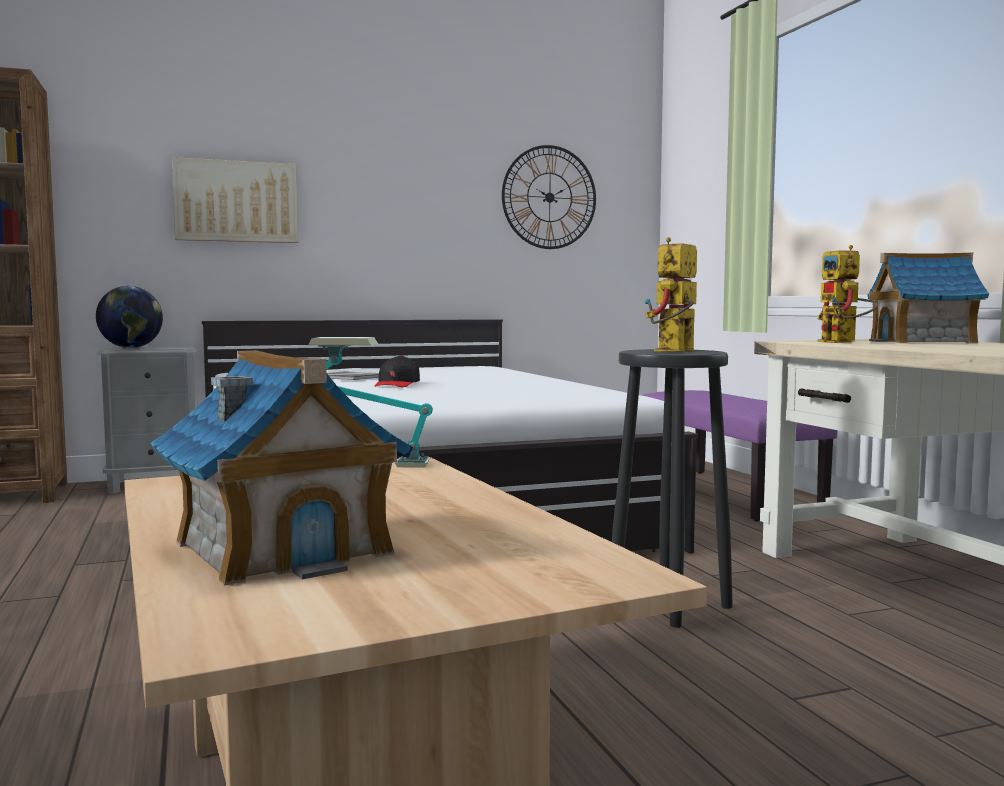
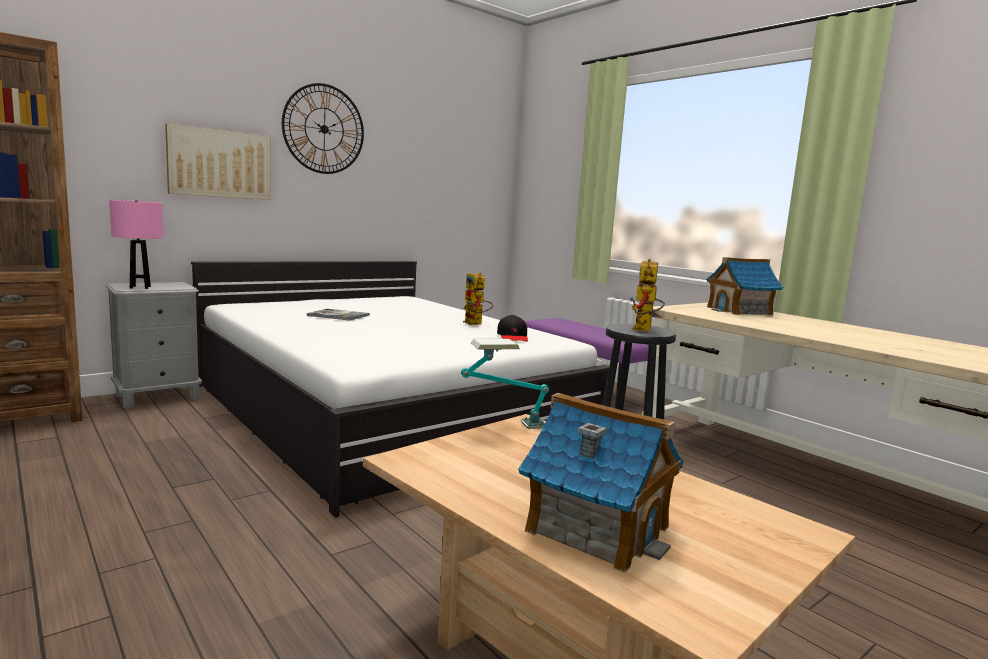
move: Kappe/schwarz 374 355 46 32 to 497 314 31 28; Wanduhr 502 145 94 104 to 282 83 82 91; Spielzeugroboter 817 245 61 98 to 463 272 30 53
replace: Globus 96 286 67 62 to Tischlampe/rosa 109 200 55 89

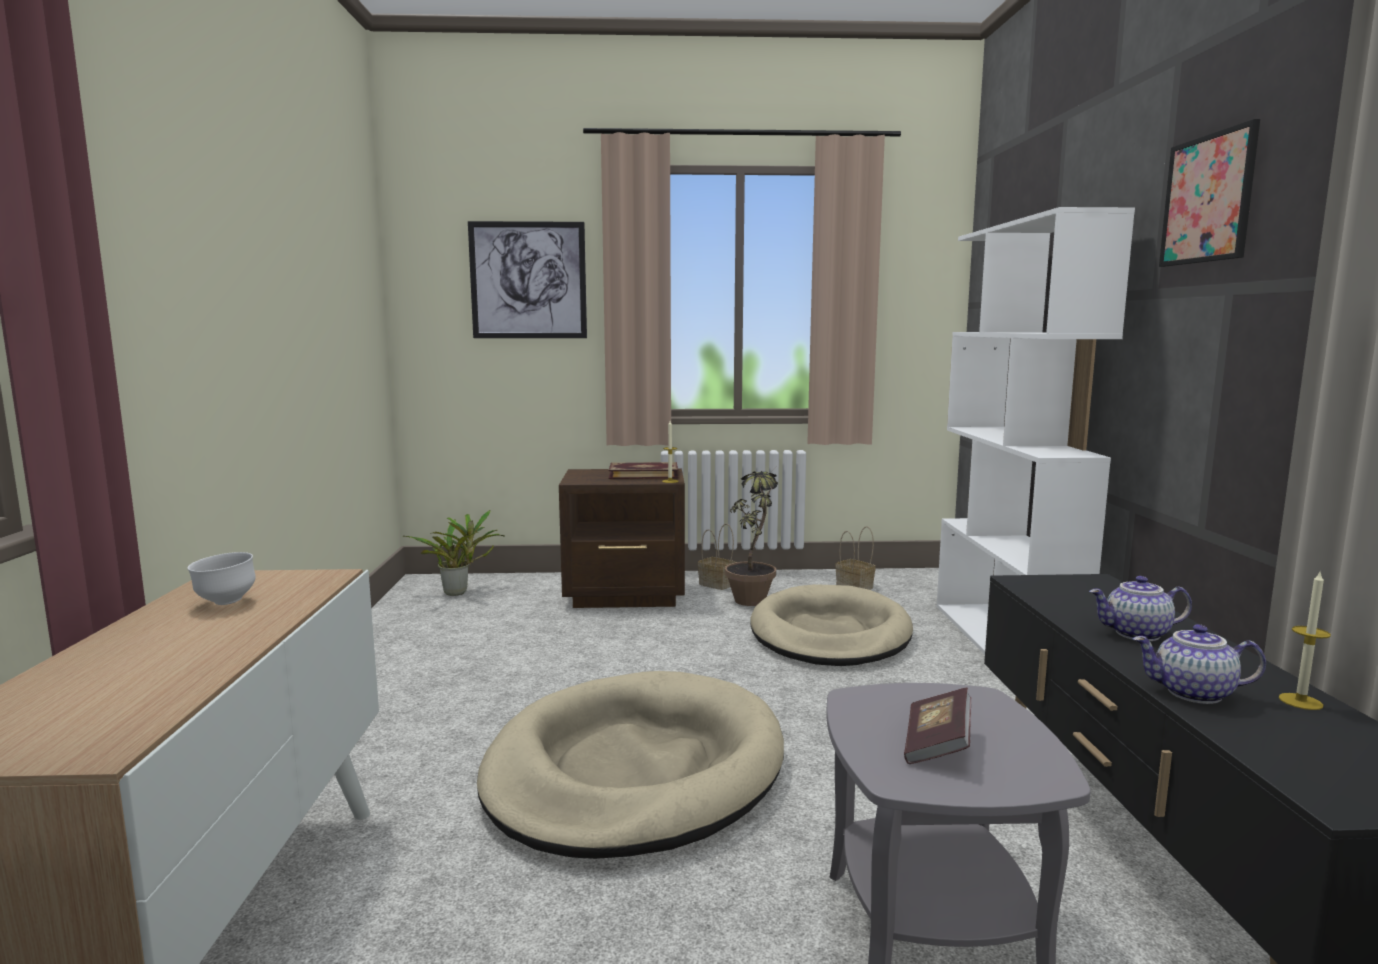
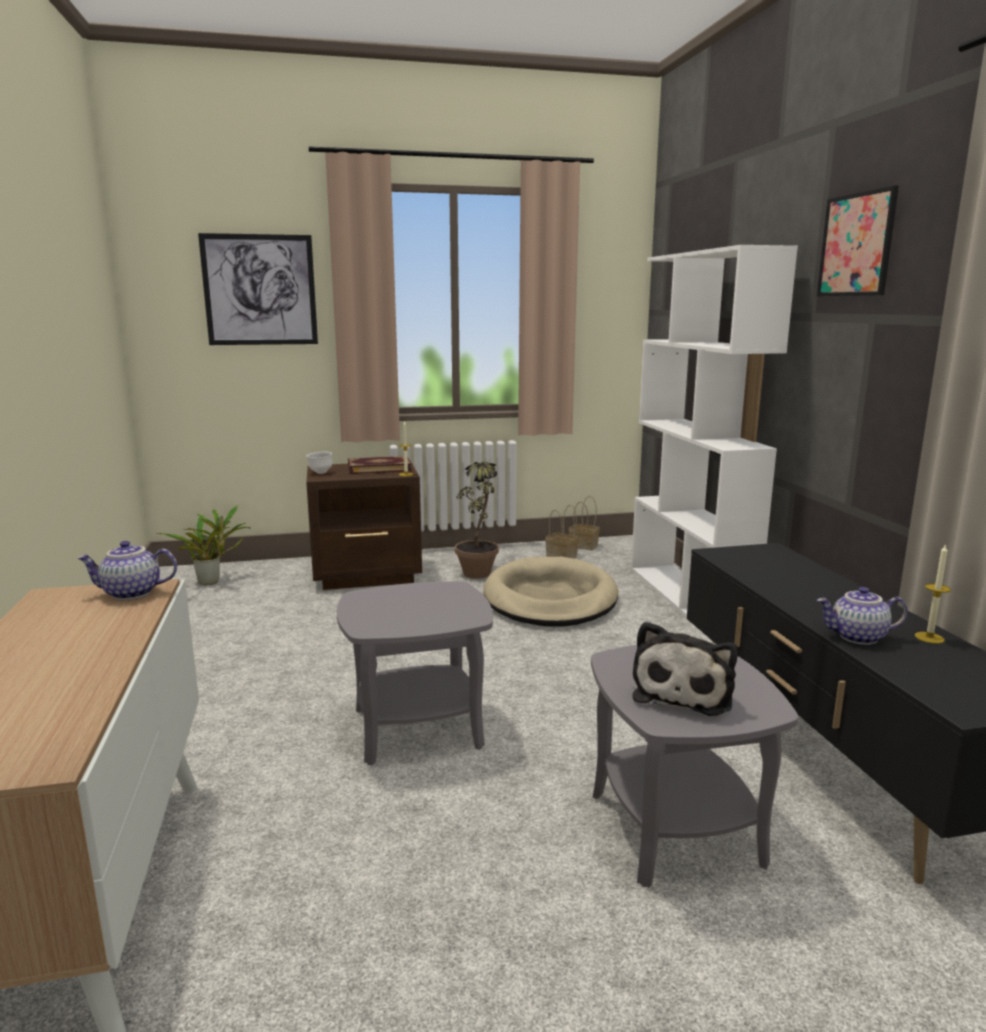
move: Schüssel/weiß 187 552 69 53 to 307 451 26 23; Korb 698 524 38 66 to 569 496 31 54; Teekanne 1089 576 103 65 to 77 541 100 59
replace: Hundebett/beige 477 671 307 188 to Beistelltisch/grau 337 581 156 184; Buch 904 688 67 76 to Plüschtier 633 621 105 95

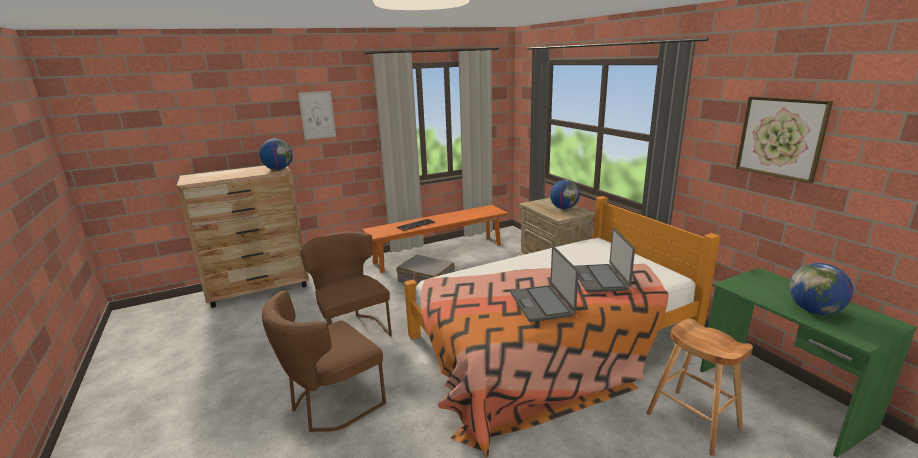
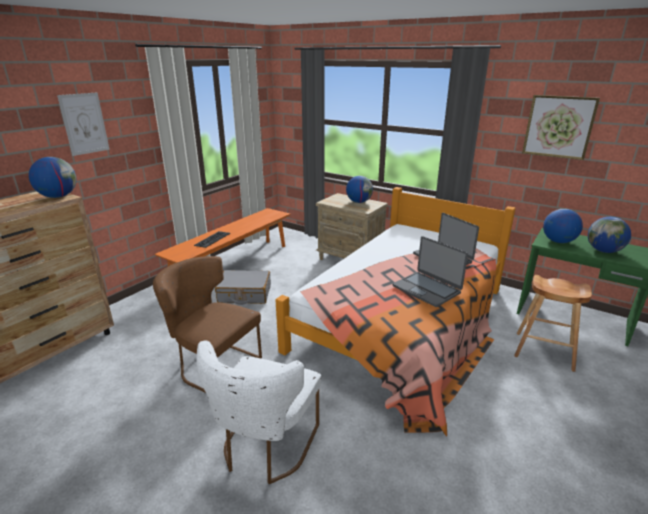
insert: Globus 543 209 40 34
recolor: Stuhl/braun 262 291 124 141 to Stuhl/weiß 196 341 125 143

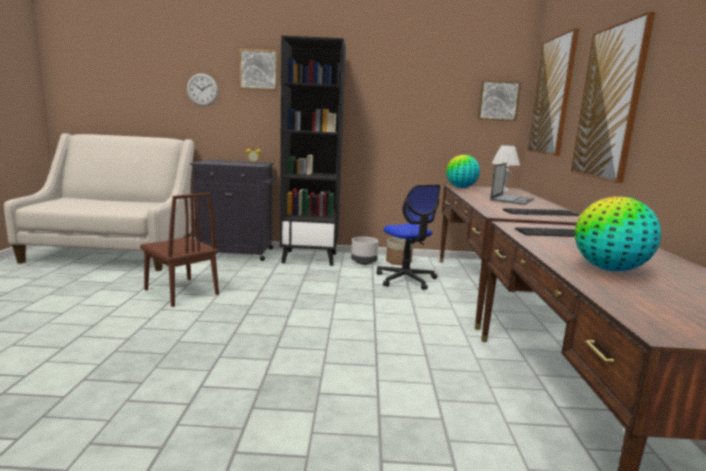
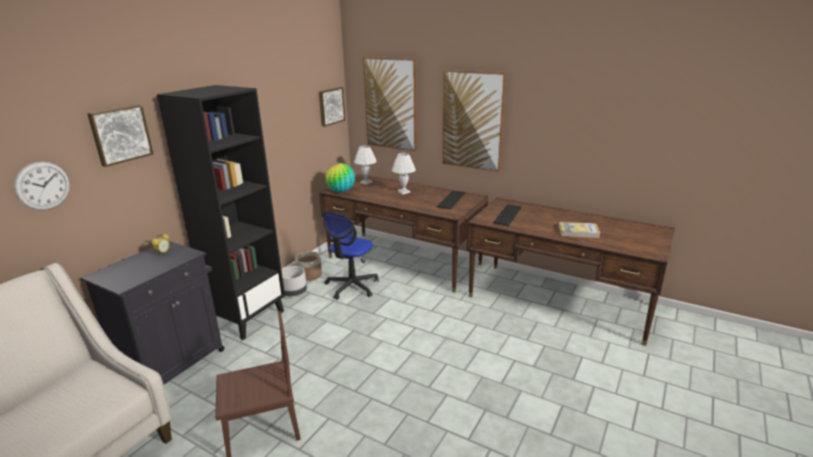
replace: Laptop 490 163 44 42 to Tischlampe/weiß 392 153 24 42; Globus 575 196 86 75 to Buch 559 222 41 16
rotate: Bürostuhl 377 184 64 106 = 323 211 56 89 120 degrees clockwise

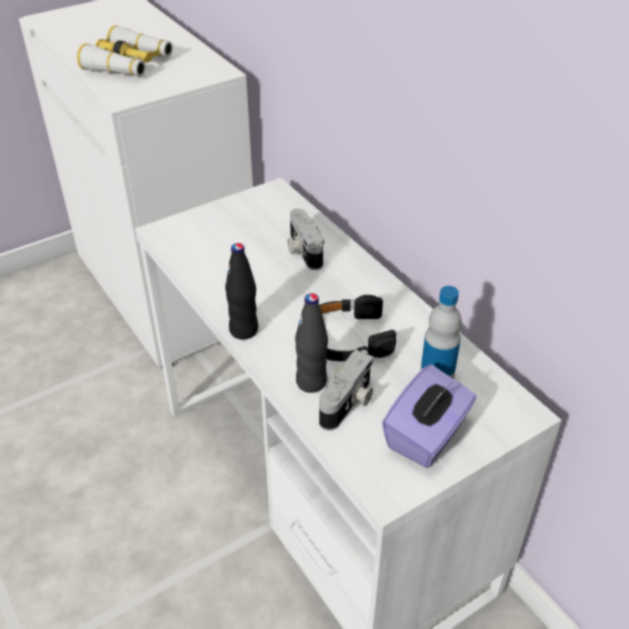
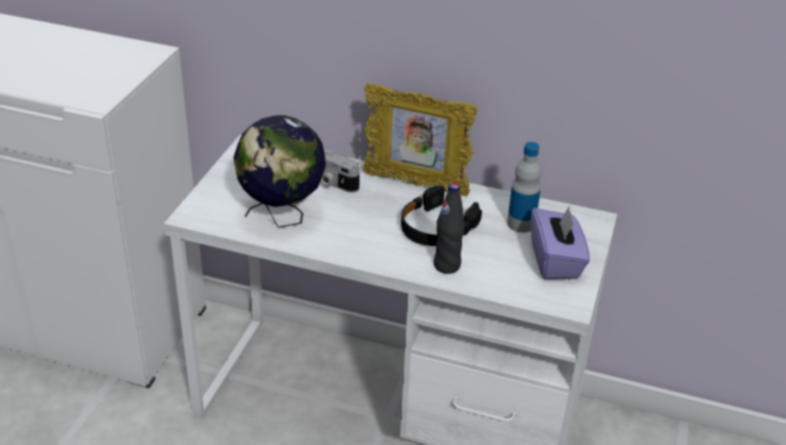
delete: Fernglas 77 25 96 52; Flasche/schwarz 225 243 33 97; Kamera 319 350 55 81
insert: Globus 233 115 93 113; Bilderrahmen 363 83 115 114

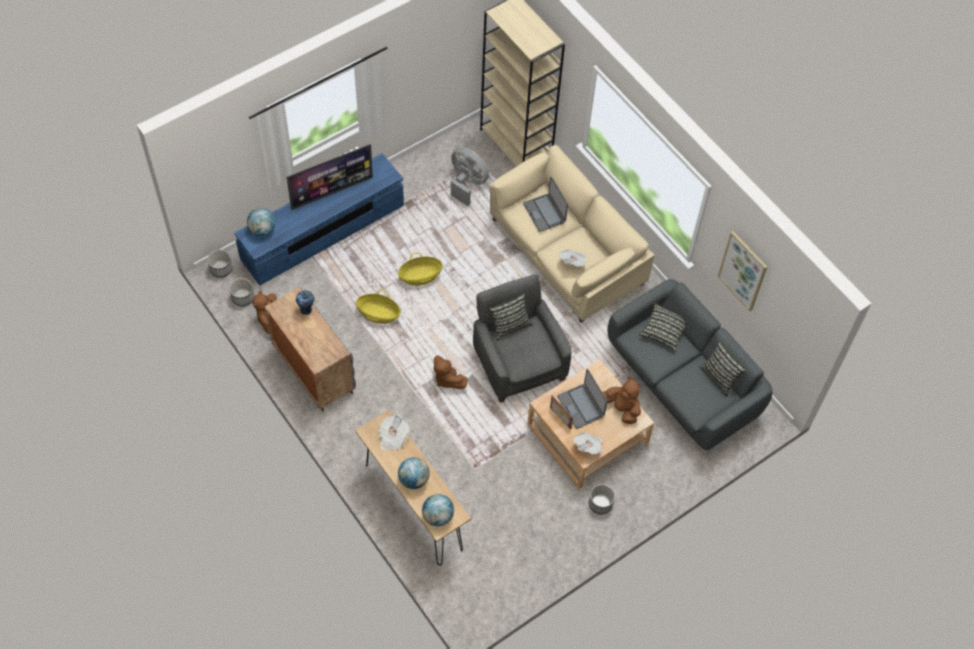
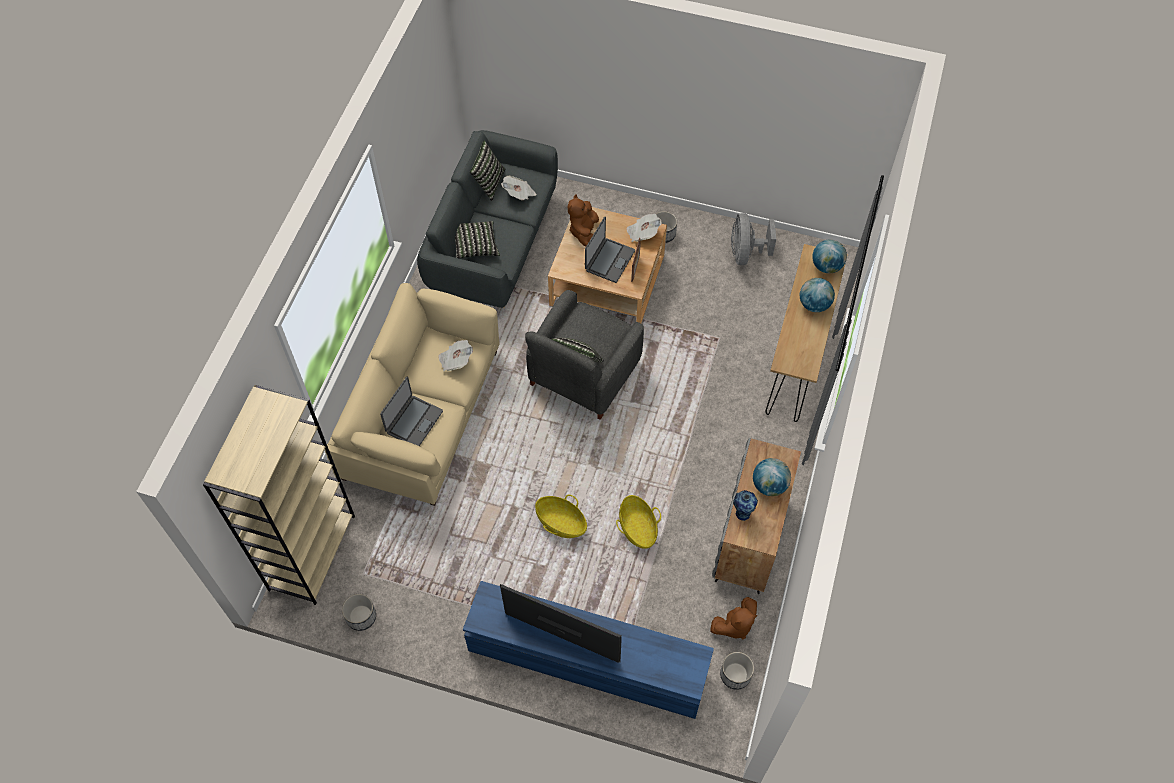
delete: Plüschtier/braun 434 355 34 34; Bild 718 231 49 80
move: Pflanzkübel 207 249 25 29 to 342 594 34 37; Globus 247 208 28 28 to 753 458 38 38; Zeitung 379 415 31 35 to 501 176 35 24; Ventilator/grau 451 147 38 59 to 731 213 45 52

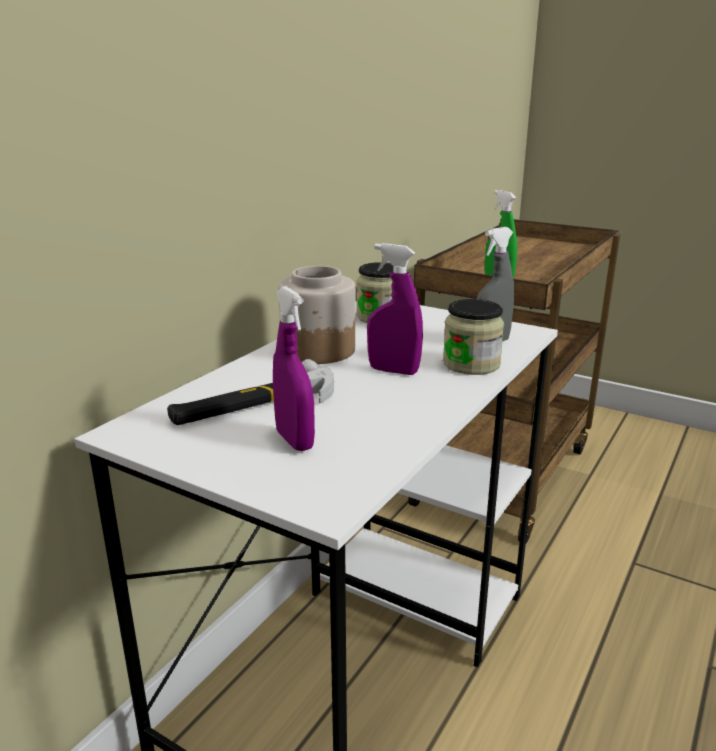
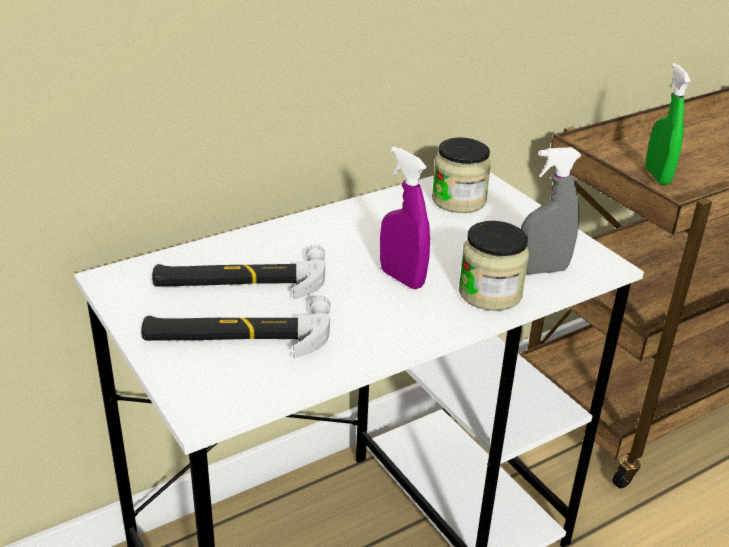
delete: Vorratsglas 278 266 77 98
replace: Sprühflasche/lila 273 287 42 164 to Hammer 141 295 189 63

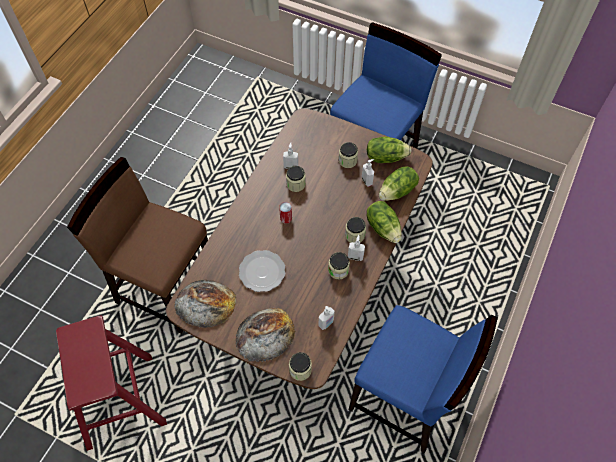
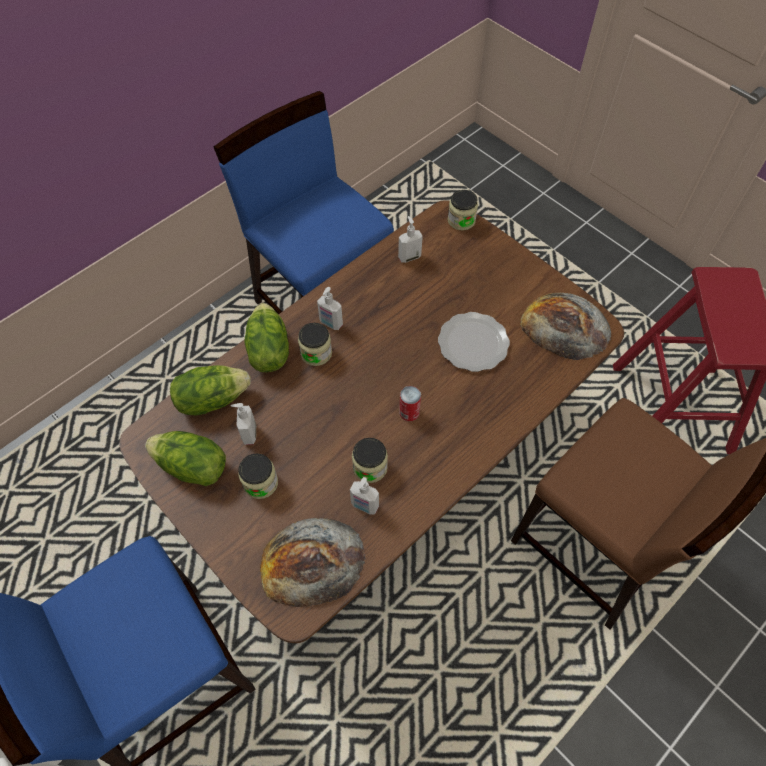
delete: Vorratsglas 328 252 22 28
move: Brot 236 308 59 54 to 260 518 106 89

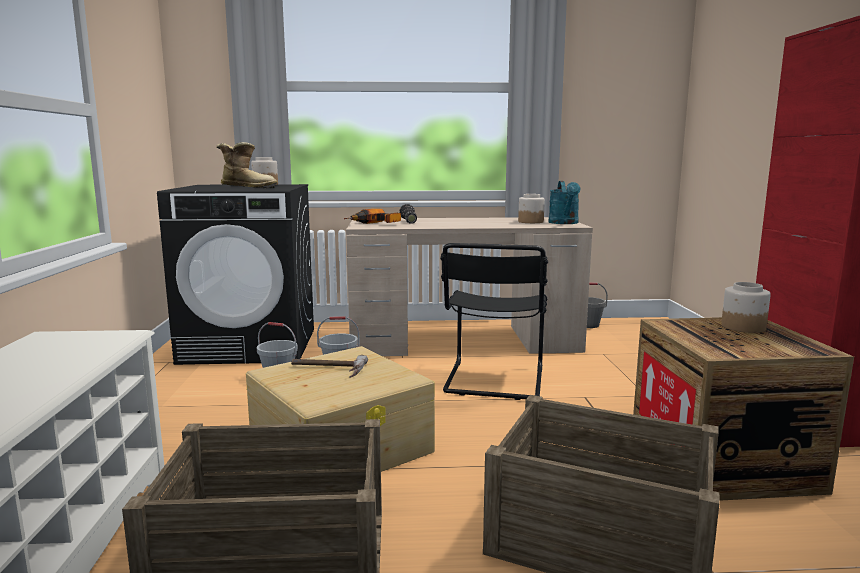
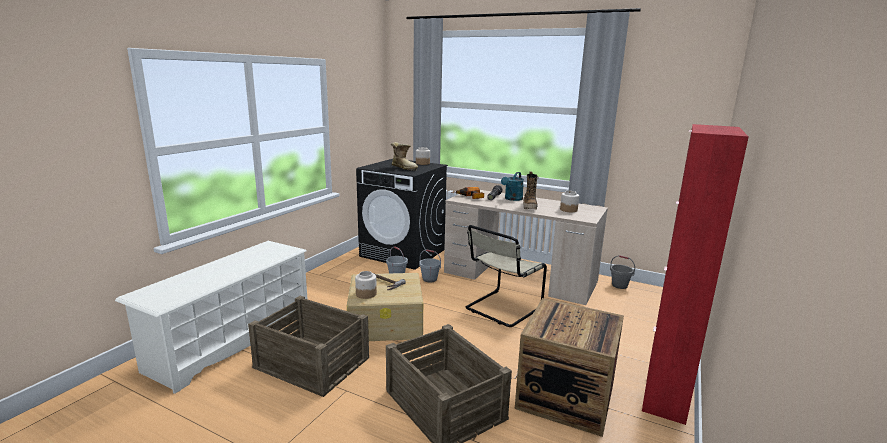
insert: Stiefel 523 172 16 38
move: Gießkanne/türkis 548 181 32 43 to 501 172 23 29; Vorratsglas 721 282 50 51 to 355 271 22 28
recolor: Stuhl/schwarz 440 243 108 157 to Stuhl/beige 466 225 81 102

